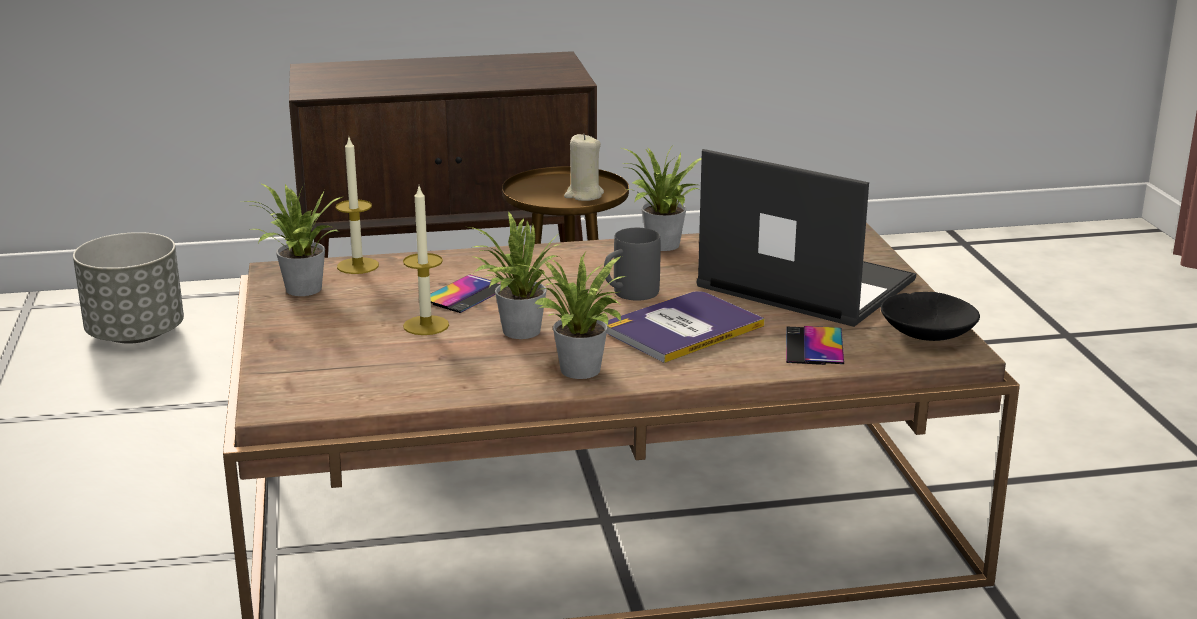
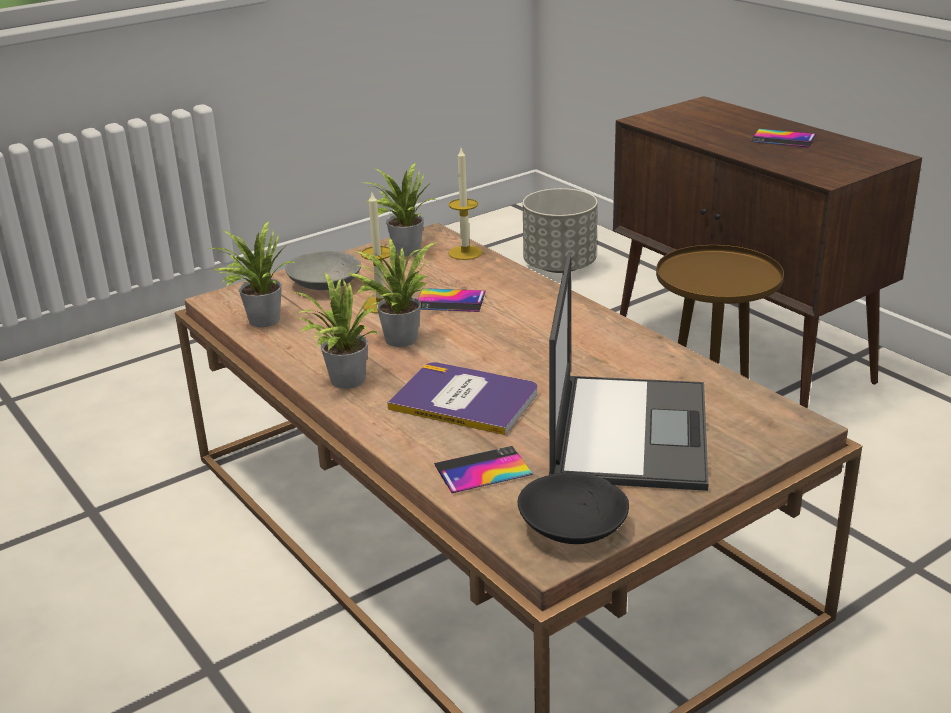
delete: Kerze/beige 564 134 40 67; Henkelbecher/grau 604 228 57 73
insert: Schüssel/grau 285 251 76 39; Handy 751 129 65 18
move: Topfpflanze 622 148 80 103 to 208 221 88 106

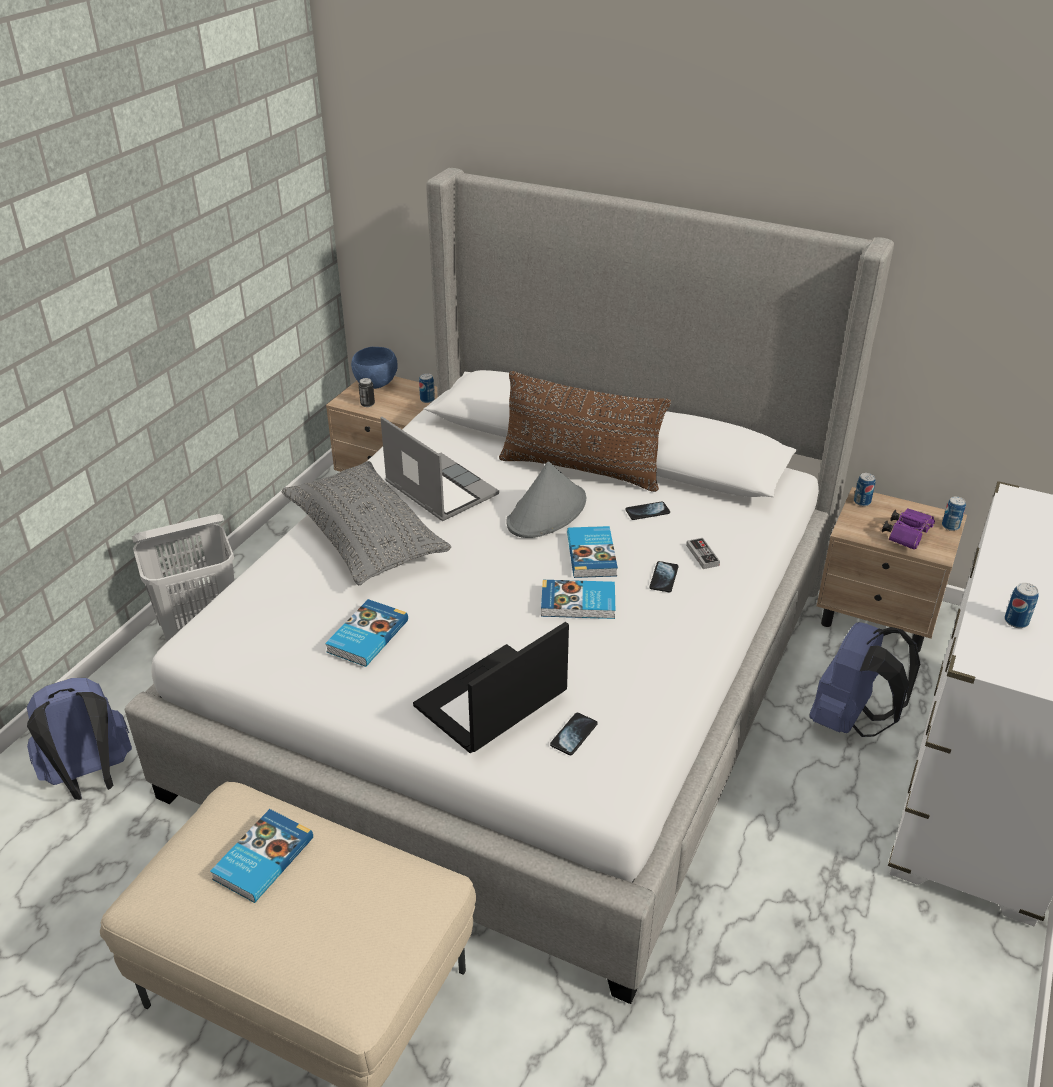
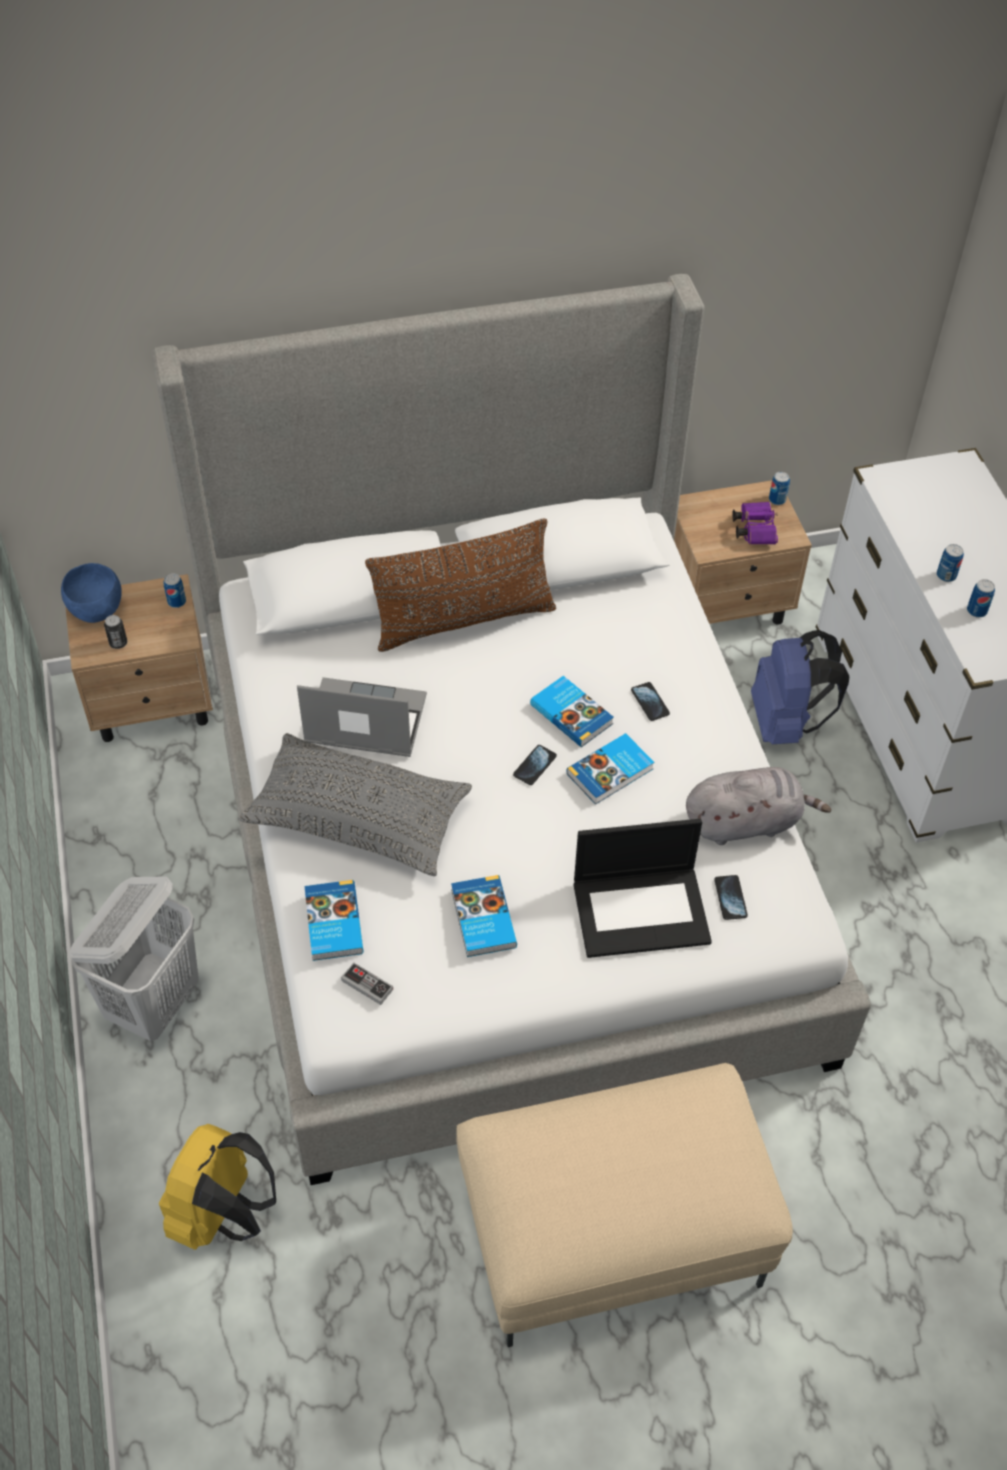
delete: Hut/grau 506 461 80 77
insert: Plüschtier/grau 686 767 146 78
move: Buch 210 809 103 94 to 304 880 59 81; Handy 625 501 45 19 to 513 745 44 40; Gamepad 686 538 34 31 to 341 962 52 43; Dose 854 473 22 33 to 937 544 27 38
recolor: Rucksack/blau 27 678 105 122 to Rucksack/gelb 159 1124 117 126
rotate: Laptop 413 622 156 131 = 574 819 138 139 105 degrees counterclockwise

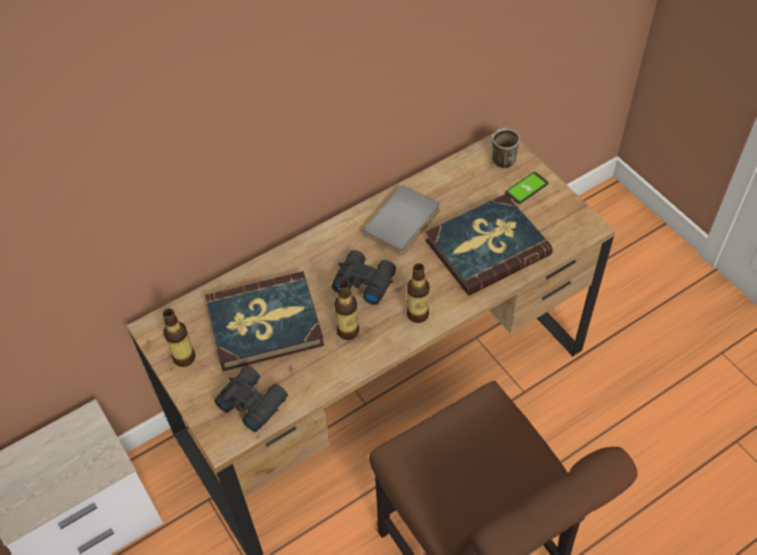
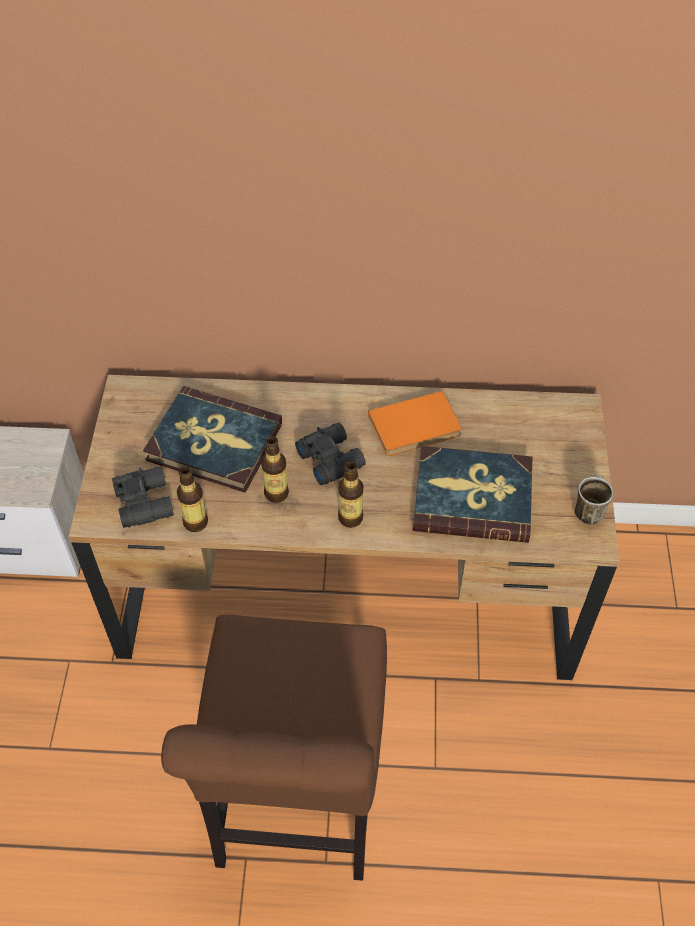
delete: Handy 505 172 43 32
move: Flasche 163 309 33 58 to 177 466 31 66; Henkelbecher 492 129 28 39 to 575 475 38 50
recolor: Buch/grau 362 185 78 70 to Buch/orange 368 391 94 65

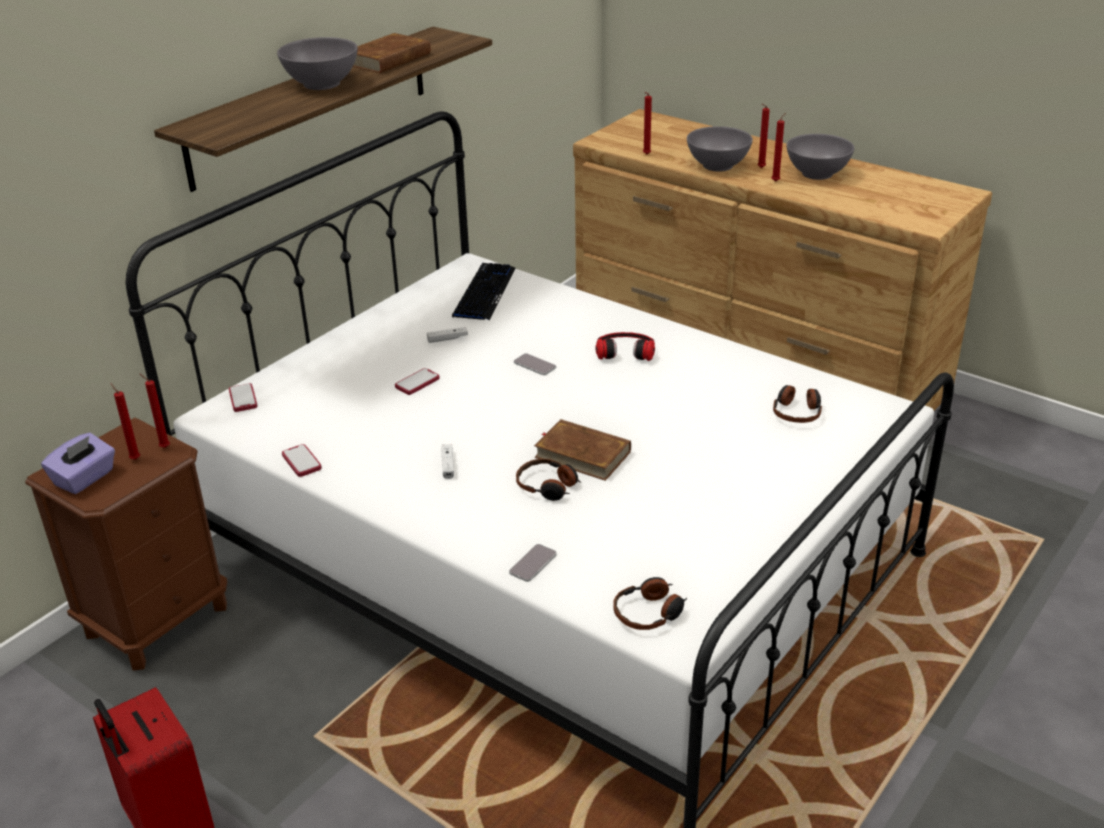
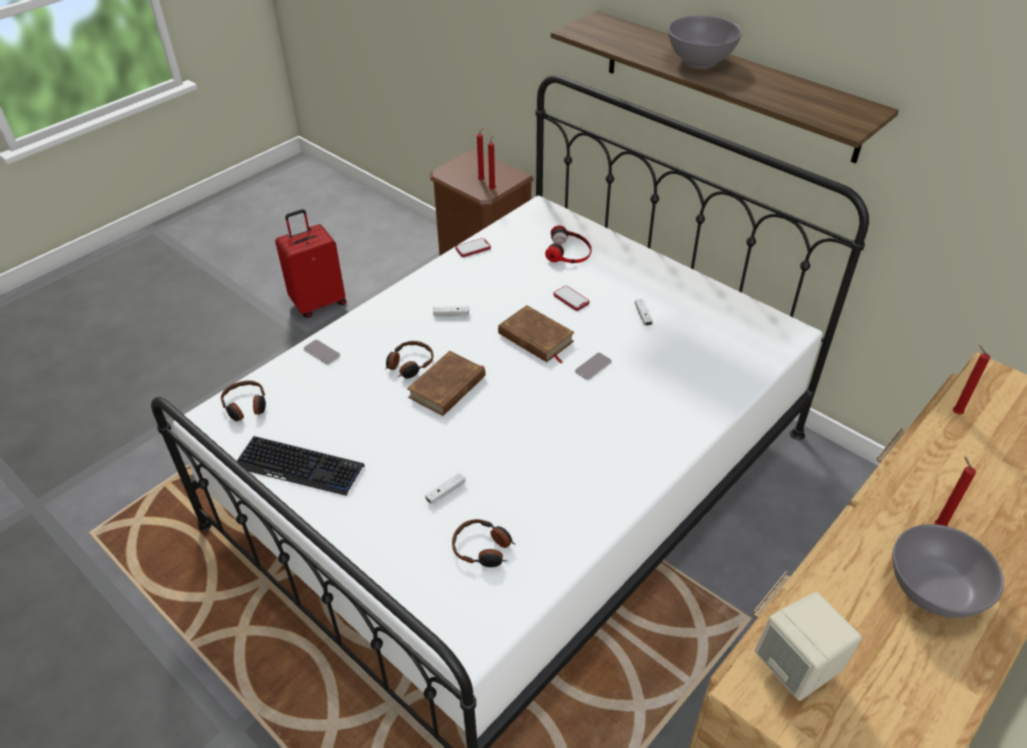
delete: Taschentuchbox/lila 41 433 74 61; Handy 229 383 29 29; Schüssel/grau 687 126 66 46; Kerze/rot 772 113 14 69
insert: Gamepad/weiß 425 473 40 31; Lautsprecher/beige 755 592 107 109
move: Buch/braun 353 33 78 40 to 498 305 77 58; Tastatur 452 263 64 57 to 237 436 128 60; Kopfhörer 596 332 59 29 to 545 225 47 38

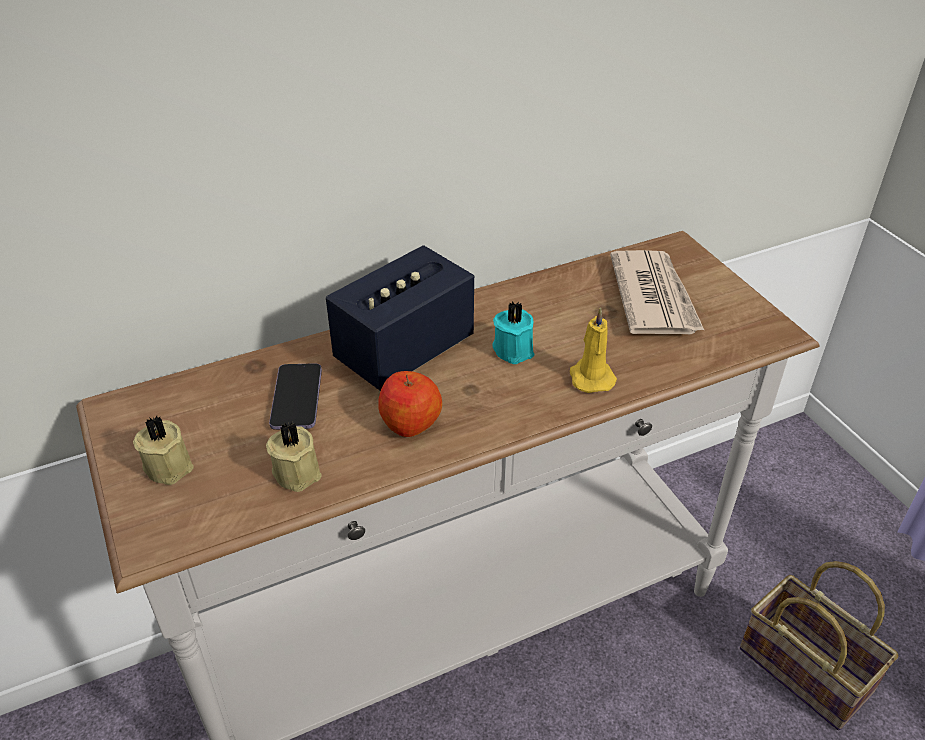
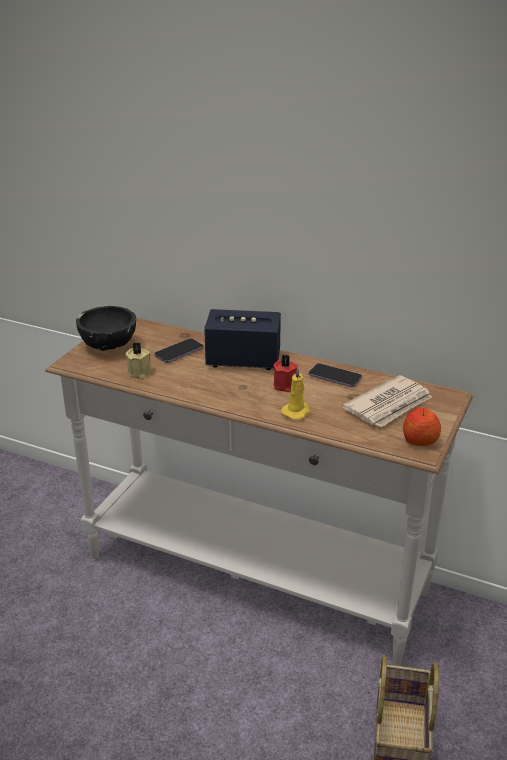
insert: Handy 309 363 53 24
move: Apfel 378 371 64 66 to 403 408 38 38
replace: Kerze/beige 133 416 61 69 to Schüssel/schwarz 76 306 60 45
recolor: Kerze/türkis 492 302 42 62 to Kerze/rot 273 355 25 37

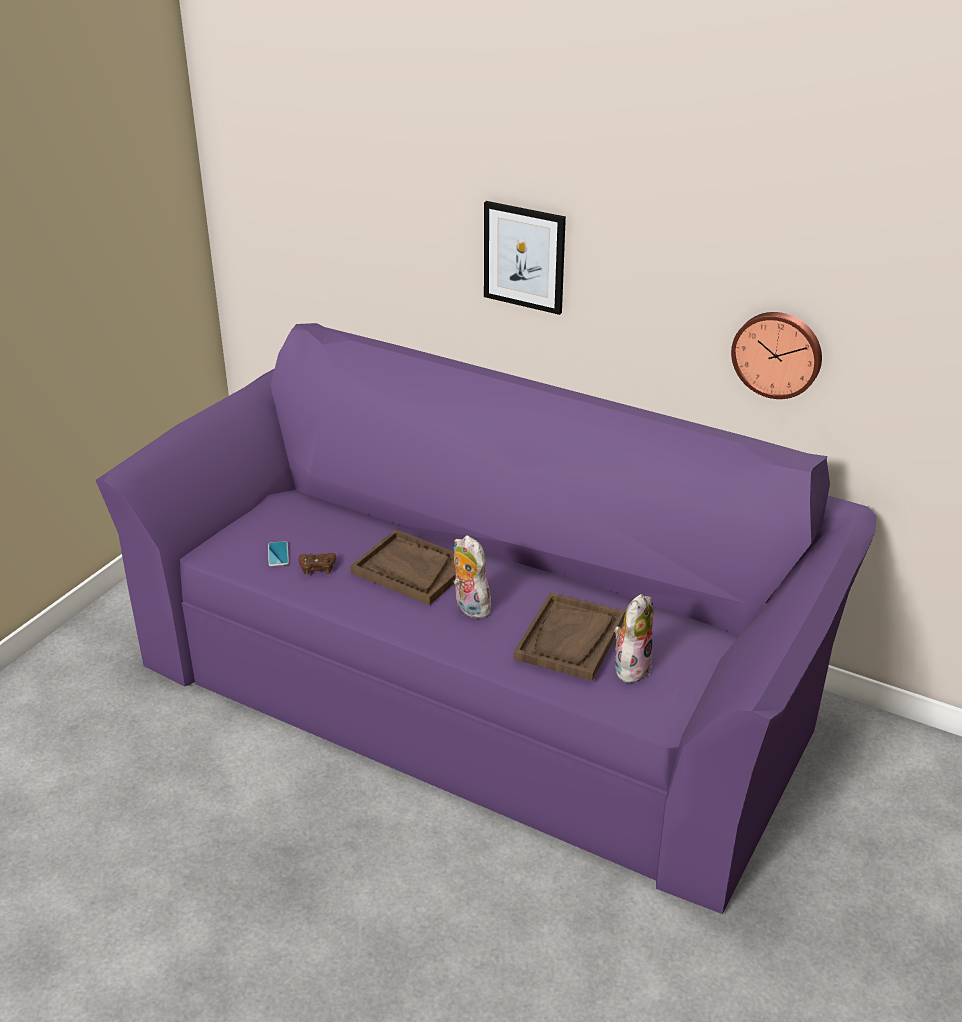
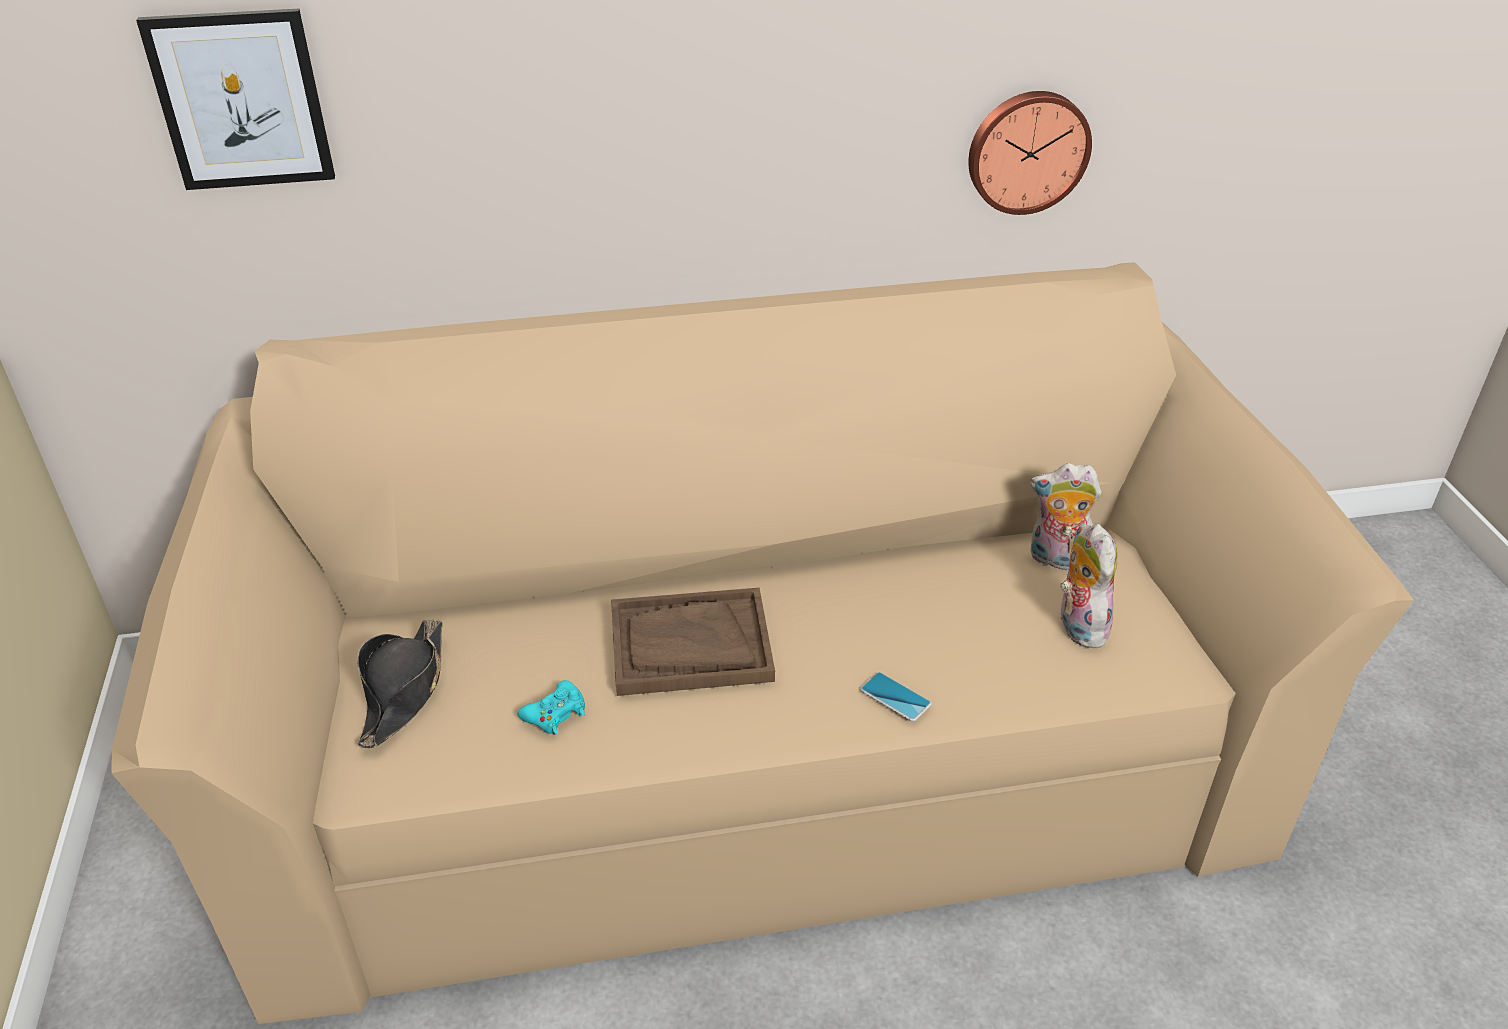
delete: Tablett/braun 514 592 111 89
insert: Hut/schwarz 357 619 85 129
move: Handy 268 541 21 25 to 860 672 72 49; Plüschtier 454 535 37 83 to 1031 463 70 108; Bild 484 201 82 114 to 136 9 199 181
recolor: Sofa/lila 96 323 780 591 to Sofa/beige 111 262 1303 762; Gamepad/braun 299 553 37 22 to Gamepad/türkis 517 680 68 55

